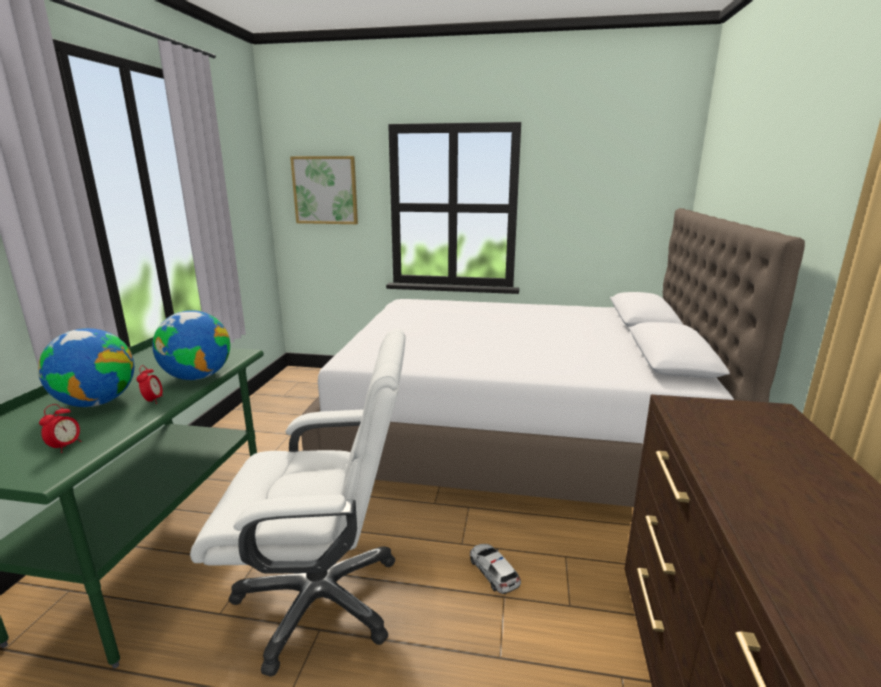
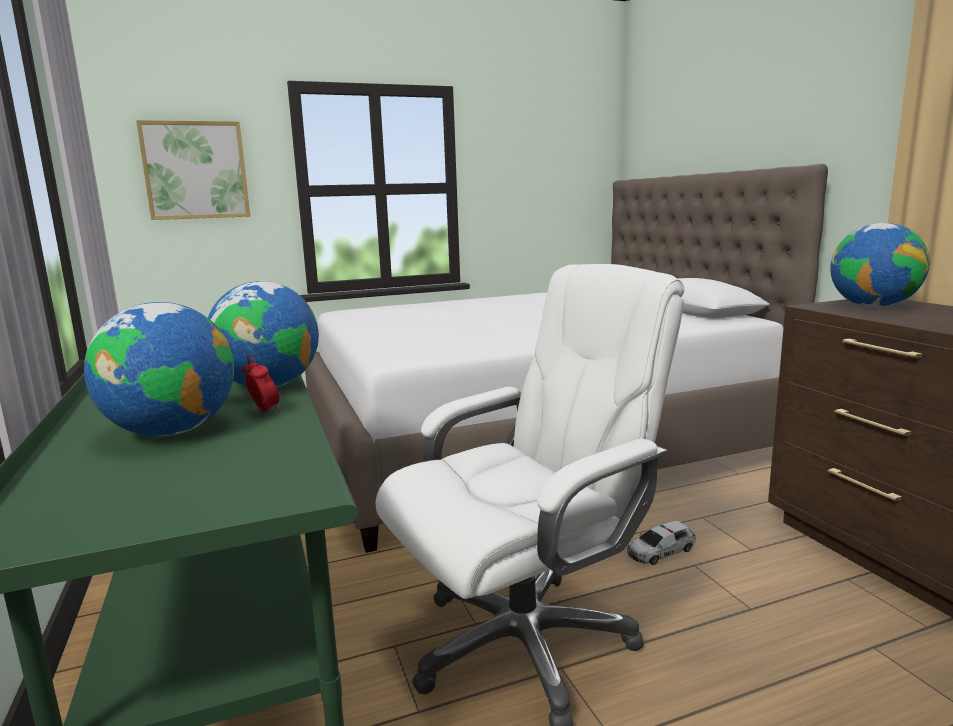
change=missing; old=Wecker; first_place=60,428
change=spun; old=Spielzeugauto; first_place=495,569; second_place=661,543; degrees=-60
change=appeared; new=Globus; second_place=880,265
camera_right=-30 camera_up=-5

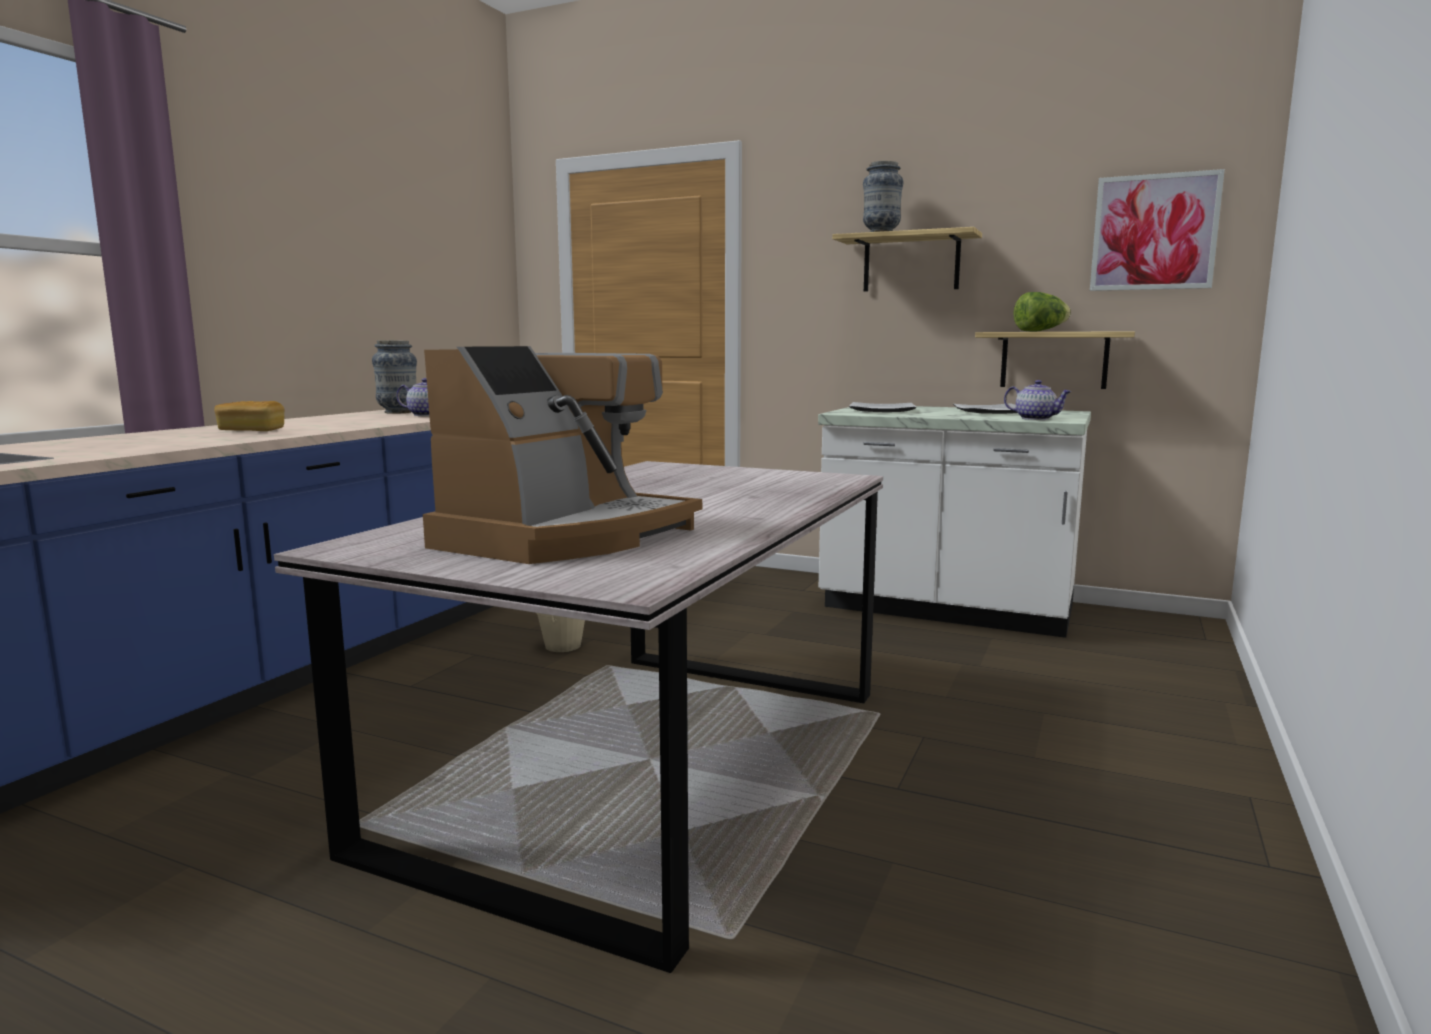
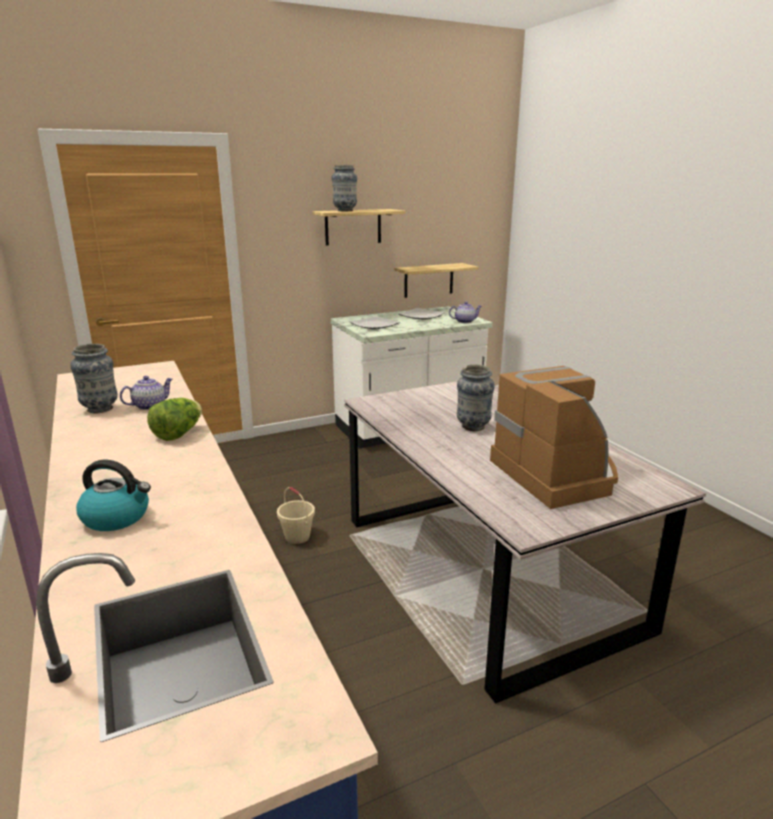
change=missing; old=Brot; first_place=249,416
change=relocated; old=Salatkopf; first_place=1042,312; second_place=174,419
change=missing; old=Bild; first_place=1157,230
change=appeared; new=Wasserkessel; second_place=113,495
change=appeared; new=Vase; second_place=476,398
camera_right=-50 camera_up=10

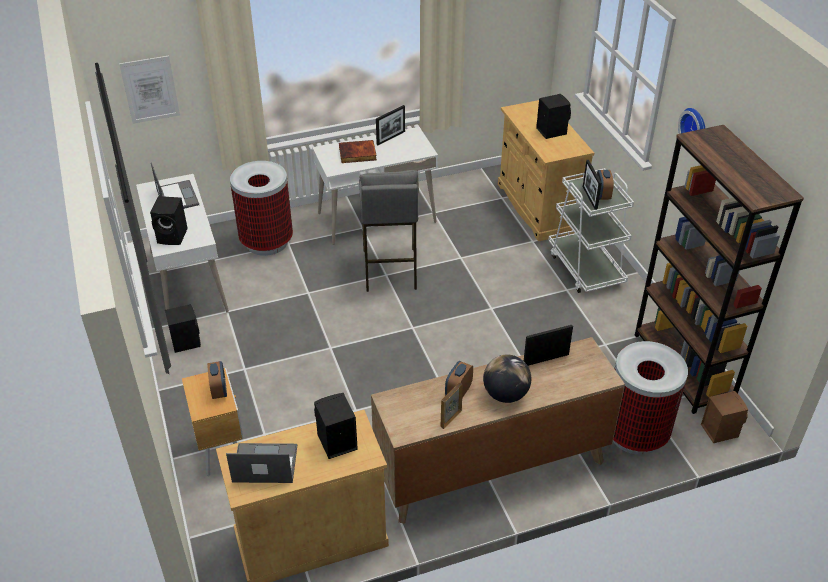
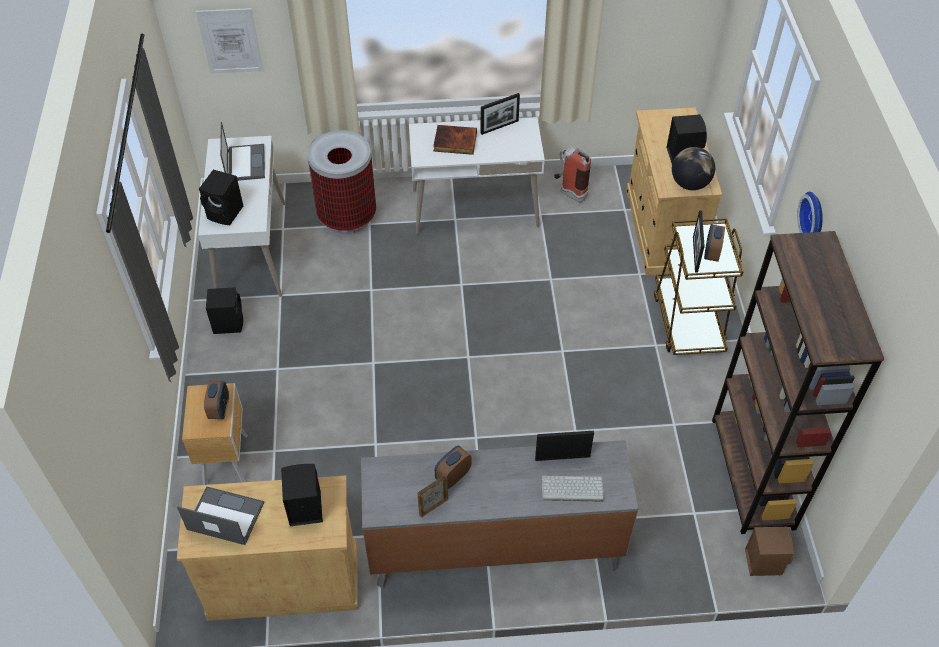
change=missing; old=Hocker/grau; first_place=388,231
change=colour; old=Kommode/braun; new=Kommode/grau; first_place=498,430; second_place=500,514
change=relocated; old=Globus; first_place=507,379; second_place=693,168
change=colour; old=Rollwagen/weiß; new=Rollwagen/braun; first_place=591,230; second_place=699,286
change=missing; old=Mülleimer; first_place=650,398
change=appeared; new=Tastatur; second_place=572,489
change=appeared; new=Feuerlöscher; second_place=572,175
camera_right=15 camera_up=10

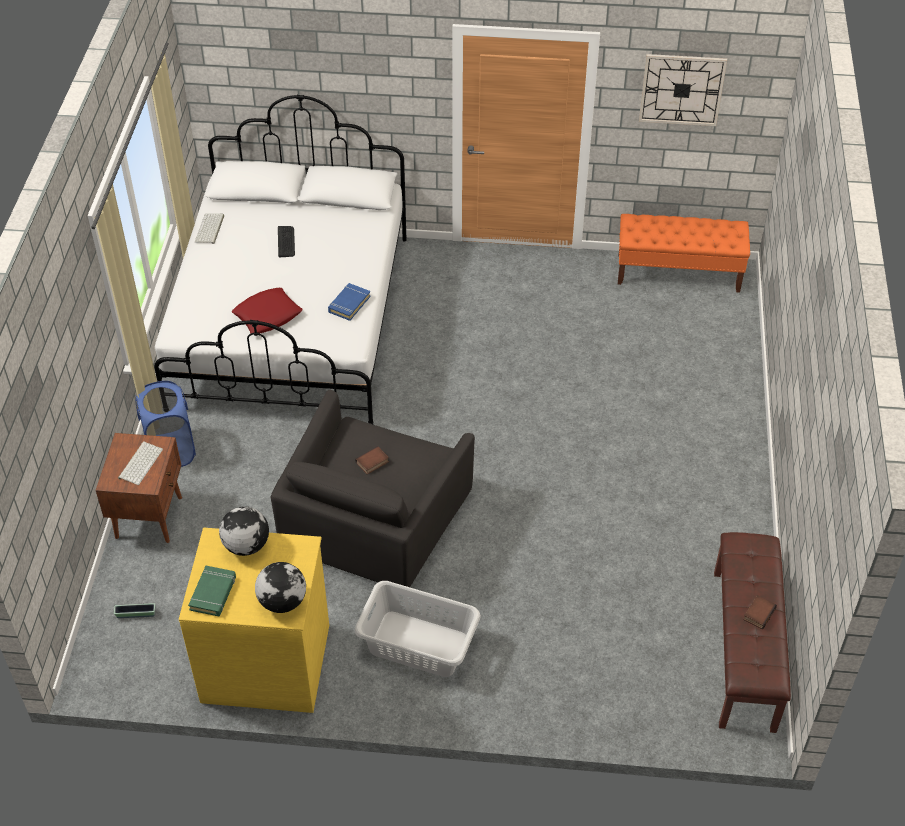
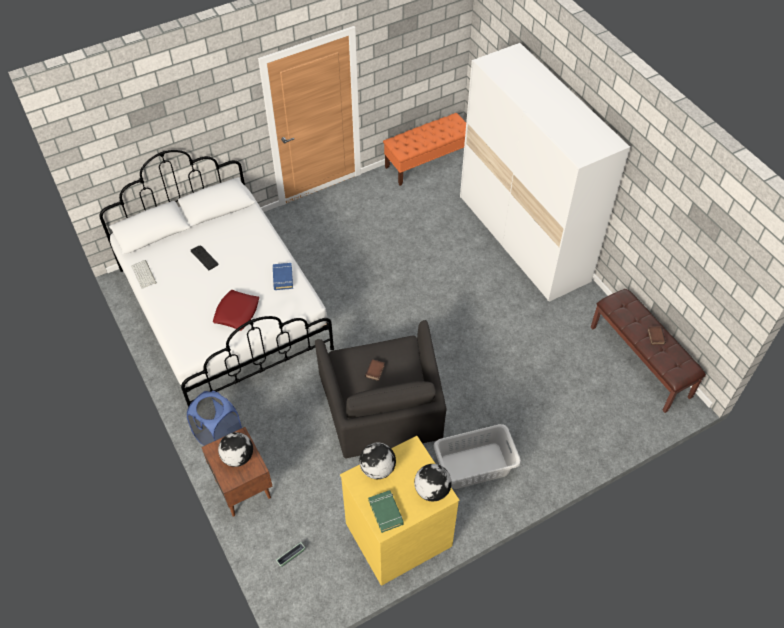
change=exchanged; old=Tastatur; new=Globus; first_place=140,463; second_place=235,449
change=missing; old=Wanduhr; first_place=683,90
change=appeared; new=Kleiderschrank/weiß; second_place=545,172
camera_right=-35 camera_up=5

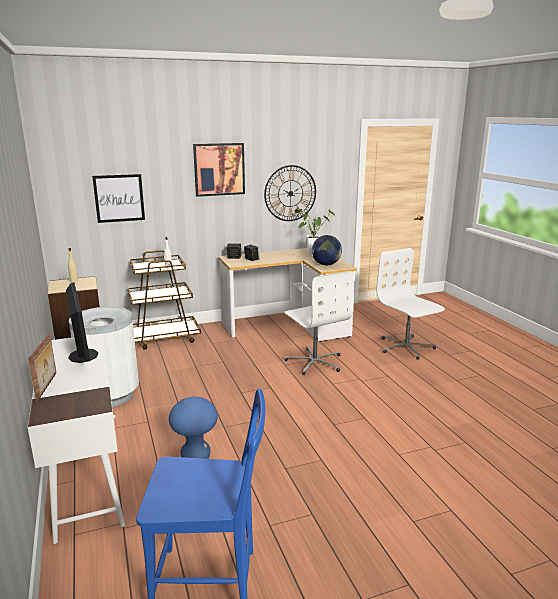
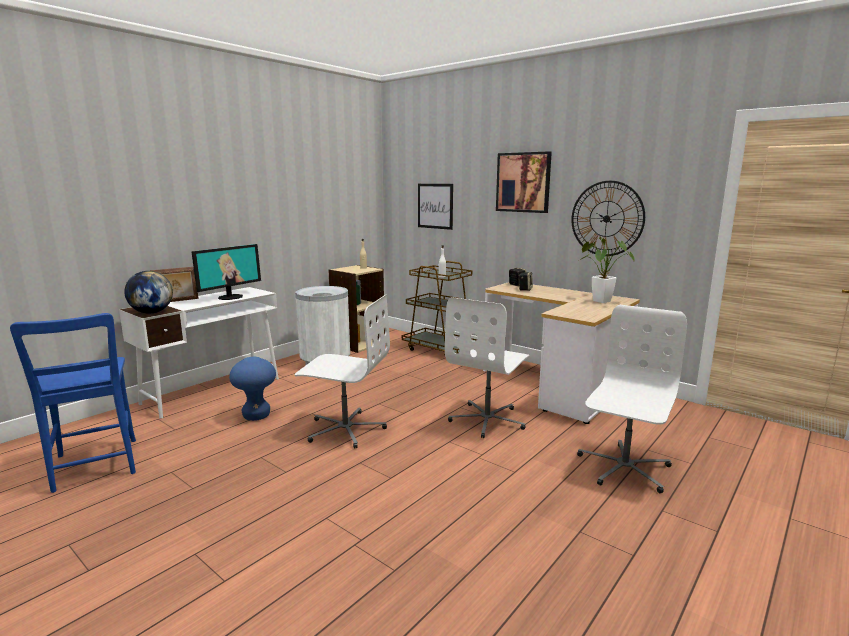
change=relocated; old=Globus; first_place=327,250; second_place=148,292
change=appeared; new=Bürostuhl/weiß; second_place=342,371
camera_right=60 camera_up=-5

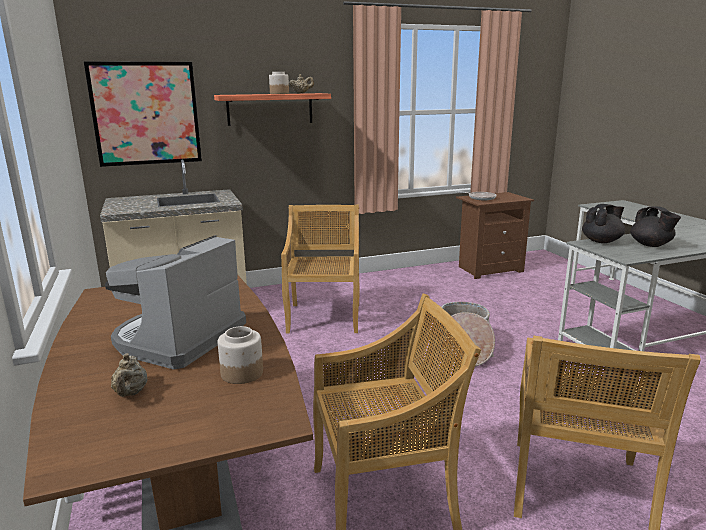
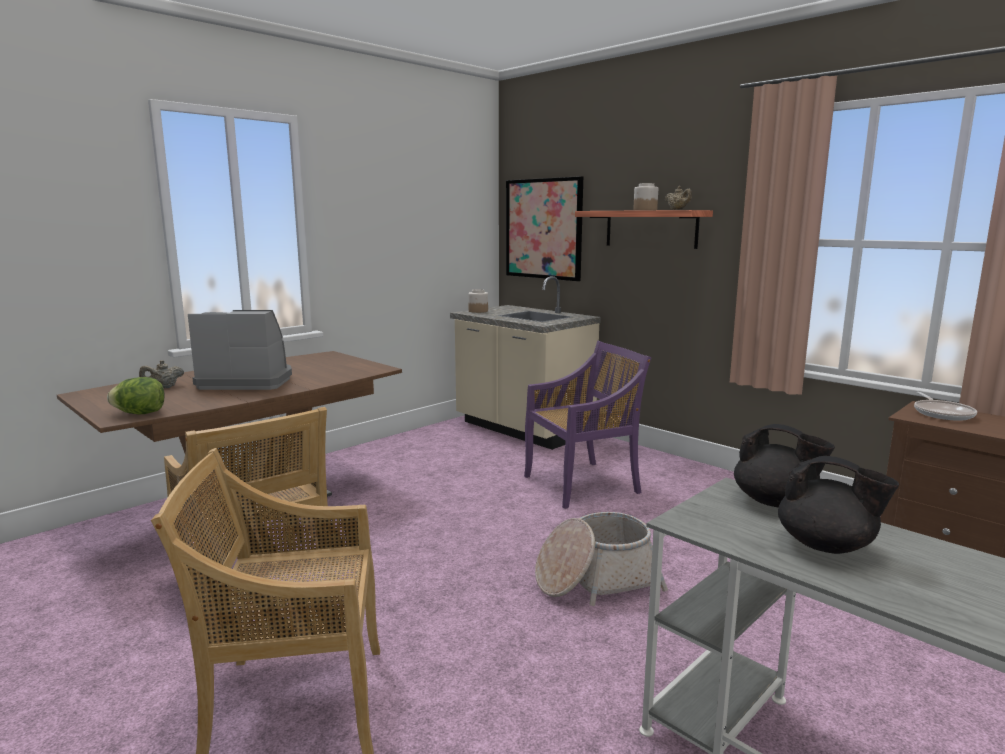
change=relocated; old=Vorratsglas; first_place=240,355; second_place=478,301
change=colour; old=Stuhl/beige; new=Stuhl/lila; first_place=320,269; second_place=587,425
change=spun; old=Teekanne/schwarz; first_place=655,226; second_place=838,505; degrees=-105
change=appeared; new=Salatkopf; second_place=136,396
camera_right=65 camera_up=-5

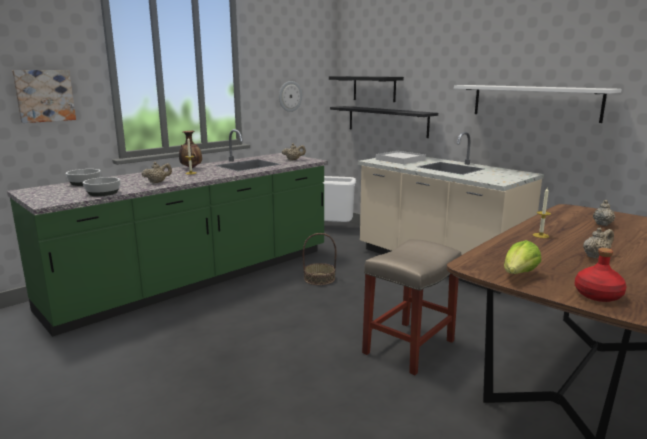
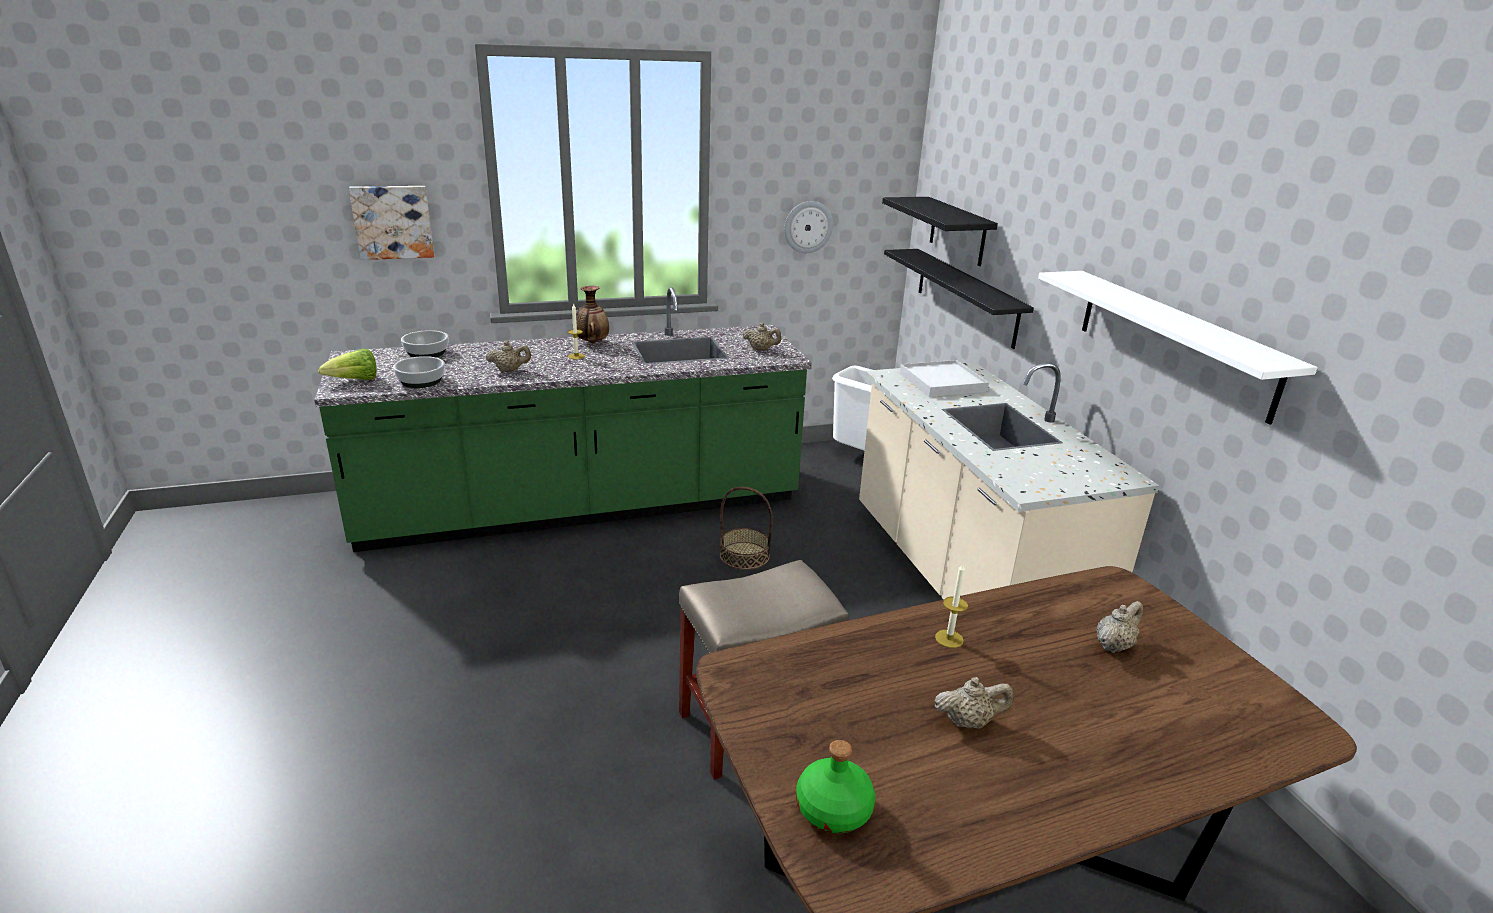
change=relocated; old=Salatkopf; first_place=522,257; second_place=347,364
change=colour; old=Flasche/rot; new=Flasche/grün; first_place=601,275; second_place=835,787
camera_right=25 camera_up=10

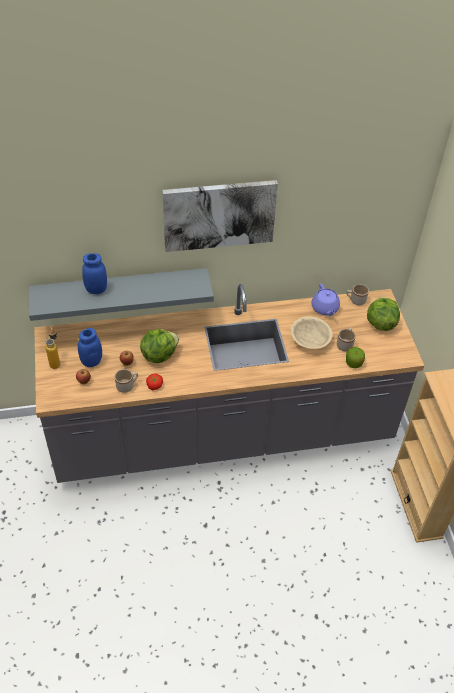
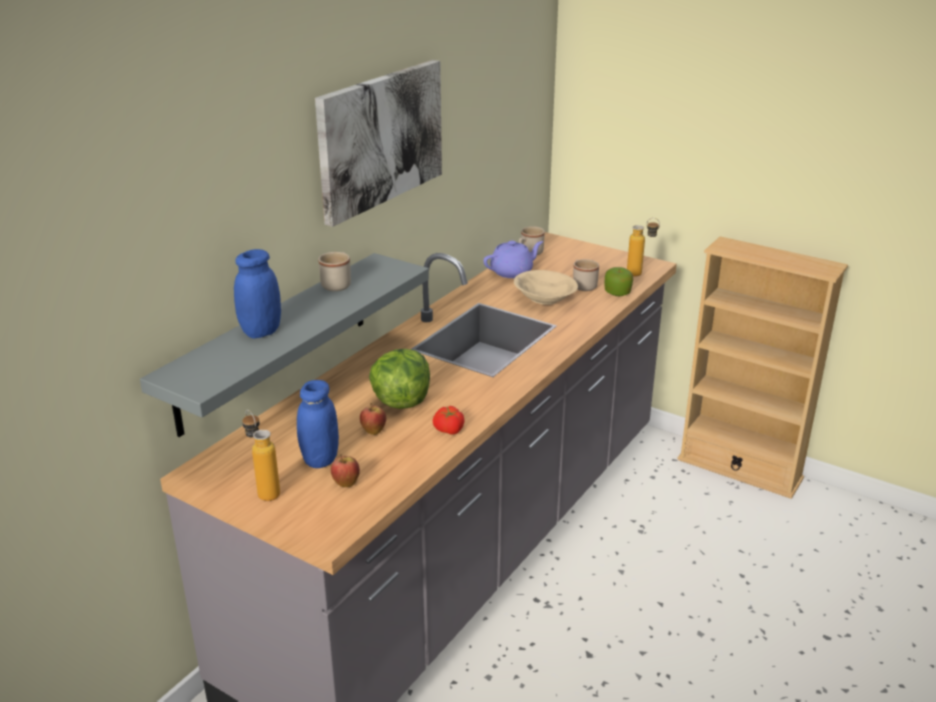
change=relocated; old=Henkelbecher/beige; first_place=126,381; second_place=334,271
change=spun; old=Teekanne/lila; first_place=326,300; second_place=513,259; degrees=-60
change=missing; old=Salatkopf; first_place=383,314
change=appeared; new=Flasche; second_place=643,247
camera_right=-45 camera_up=-20

